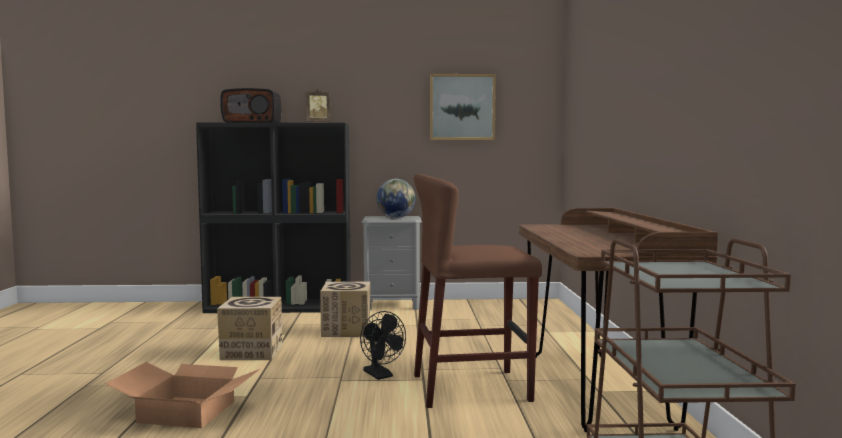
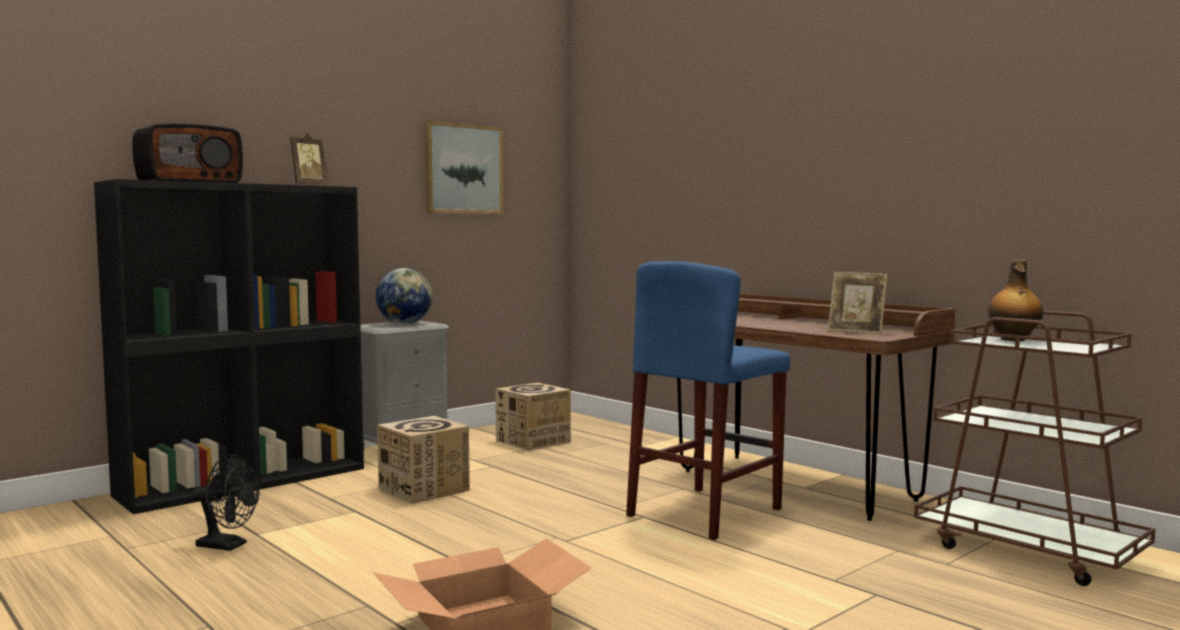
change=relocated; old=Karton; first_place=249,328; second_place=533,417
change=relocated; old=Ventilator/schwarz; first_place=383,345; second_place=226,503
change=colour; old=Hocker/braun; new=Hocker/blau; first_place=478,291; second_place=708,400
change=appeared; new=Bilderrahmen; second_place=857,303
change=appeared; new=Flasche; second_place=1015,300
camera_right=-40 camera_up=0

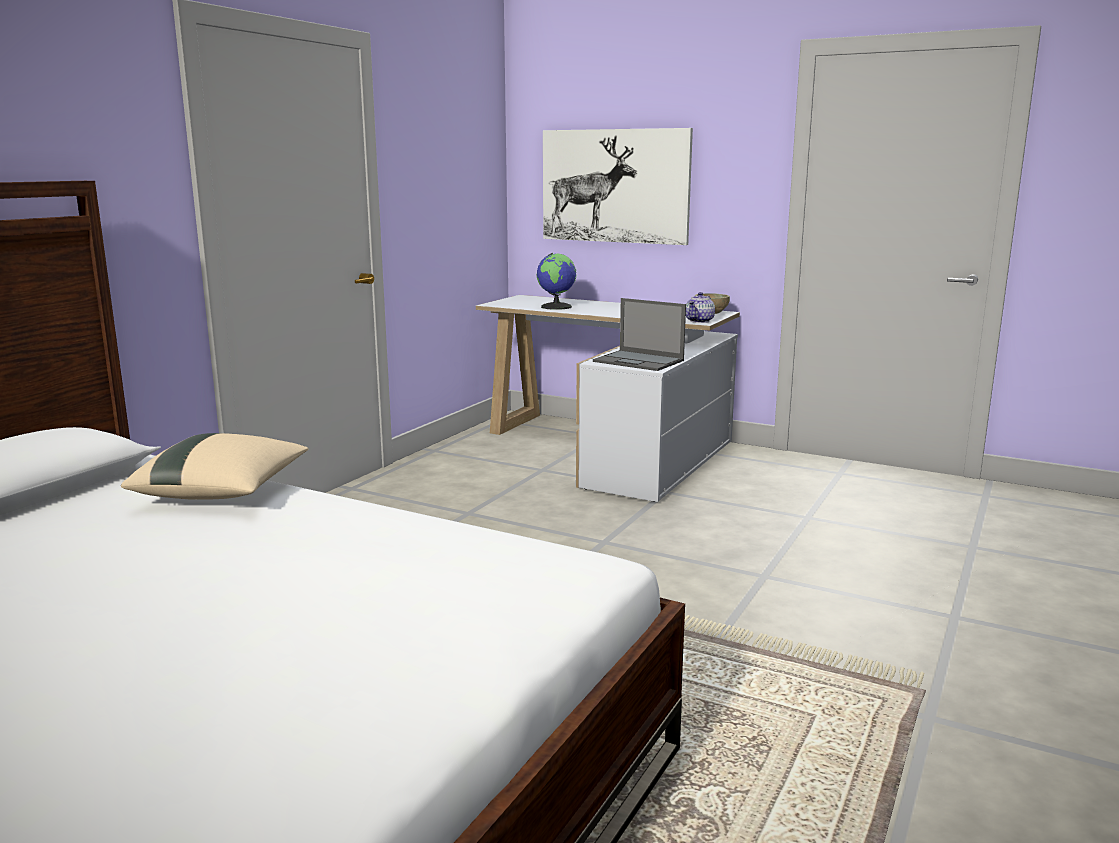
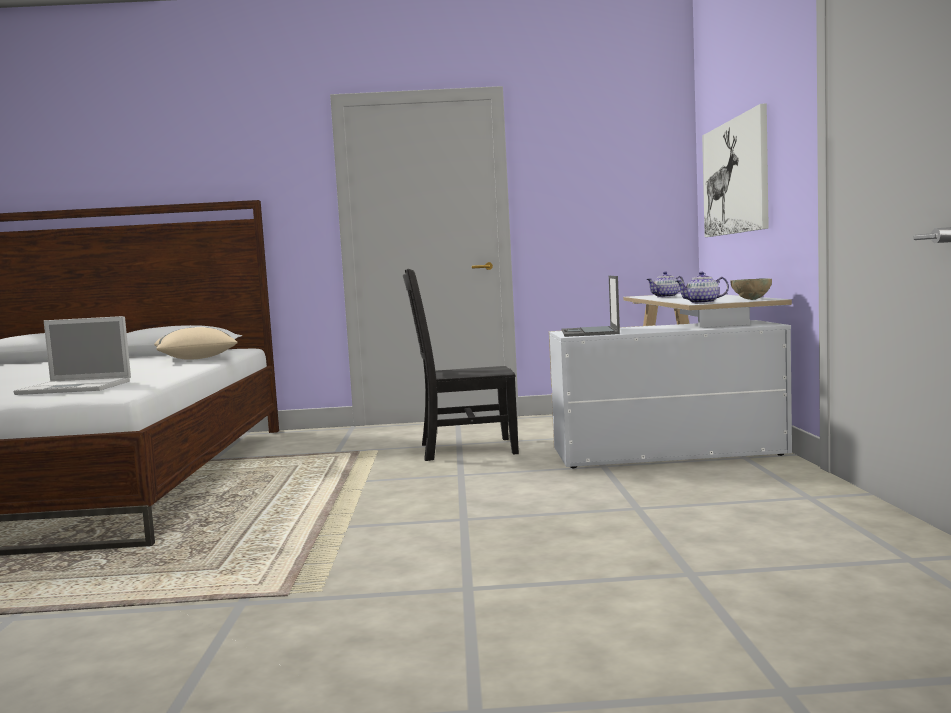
change=exchanged; old=Globus; new=Teekanne; first_place=556,281; second_place=665,285
change=appeared; new=Laptop; second_place=72,355
change=appeared; new=Stuhl/schwarz; second_place=461,365
camera_right=60 camera_up=-10

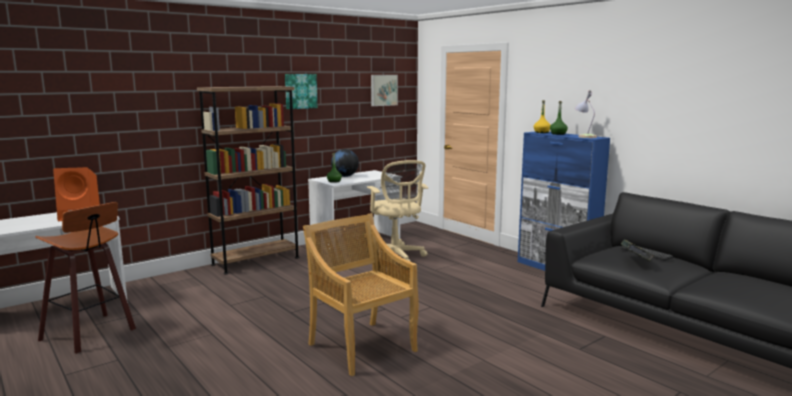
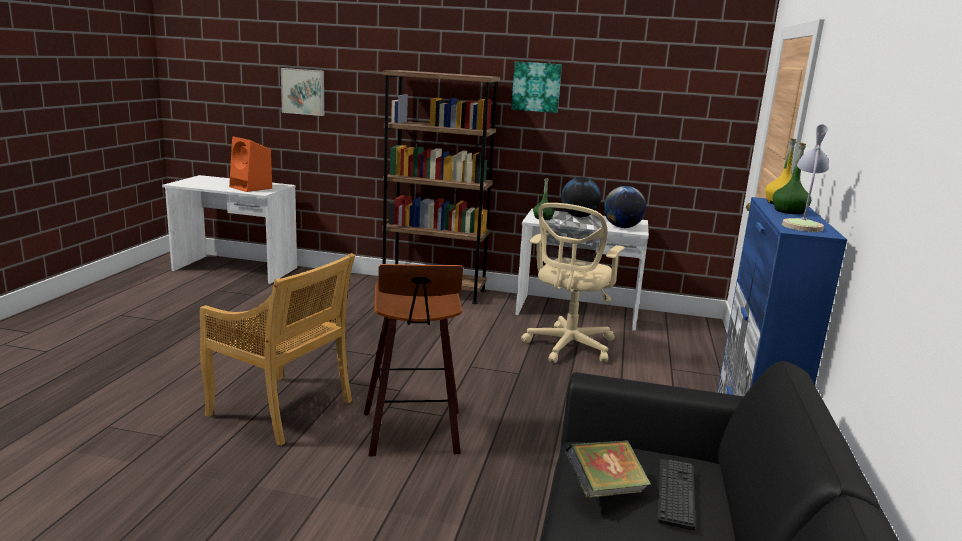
change=relocated; old=Hocker; first_place=85,278; second_place=413,360
change=spun; old=Stuhl/beige; first_place=361,294; second_place=277,349; degrees=105
change=relocated; old=Bild; first_place=384,90; second_place=302,92
change=appeared; new=Globus; second_place=625,207
camera_right=50 camera_up=5

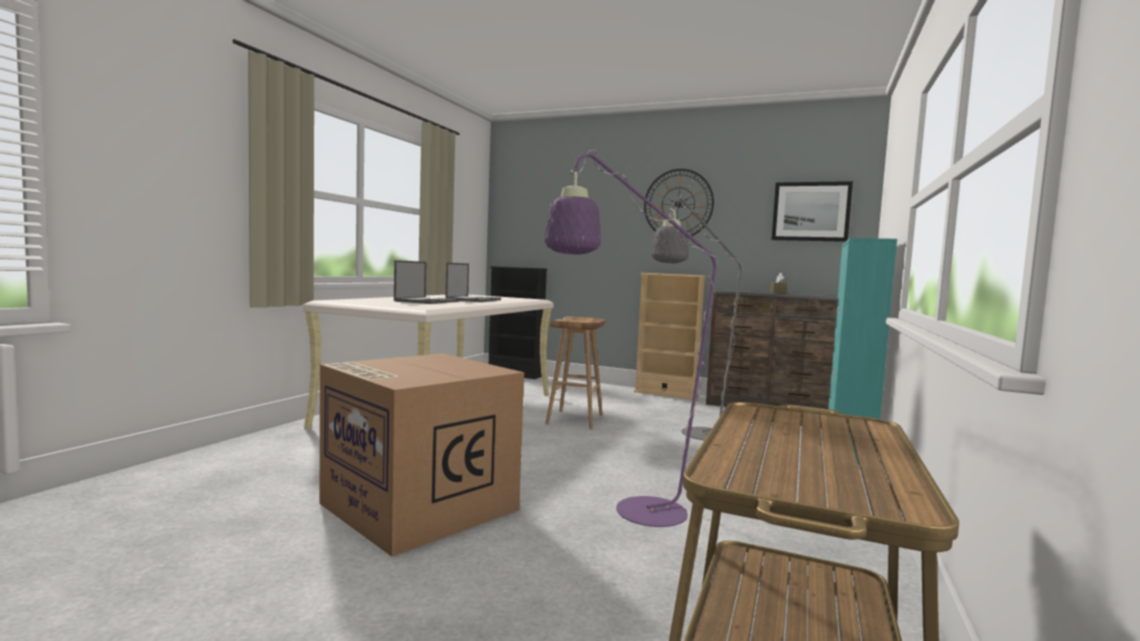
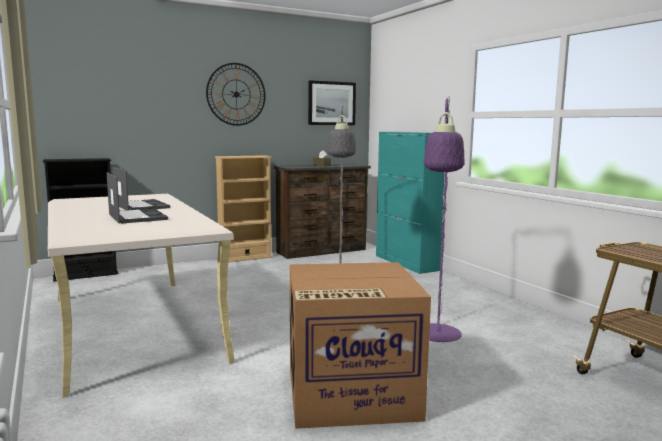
change=missing; old=Hocker/braun; first_place=575,372
camera_right=-50 camera_up=5

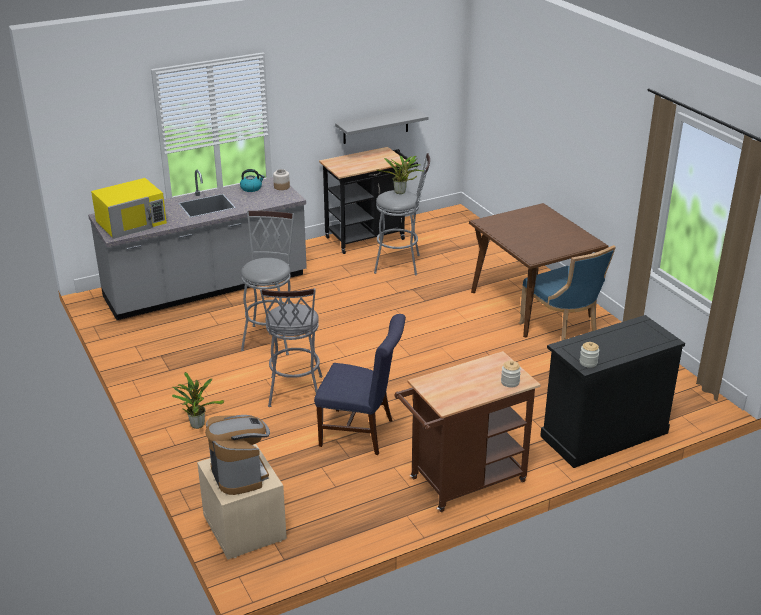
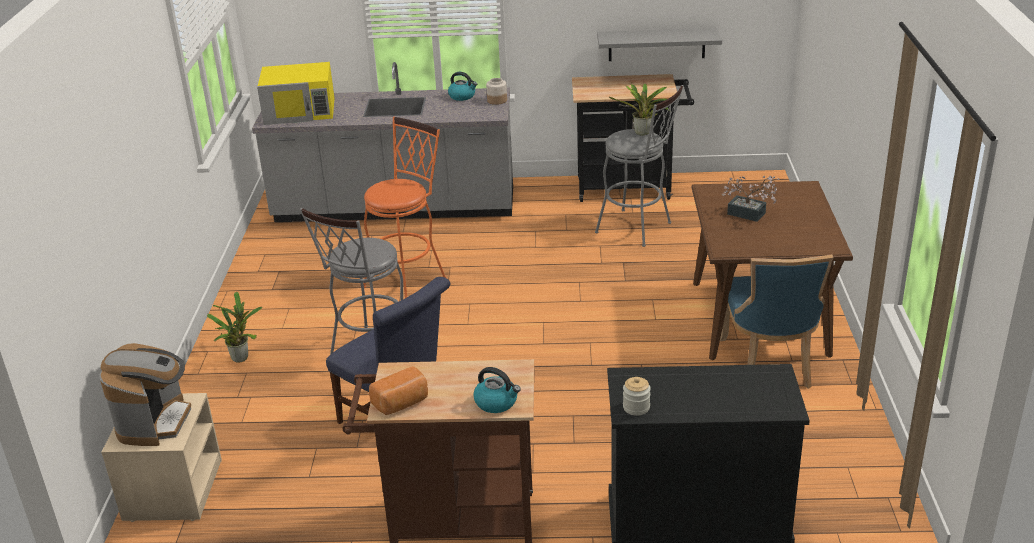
change=colour; old=Hocker/grau; new=Hocker/orange; first_place=267,283; second_place=405,207
change=exchanged; old=Vorratsglas; new=Wasserkessel; first_place=511,374; second_place=497,390
change=appeared; new=Brot; second_place=398,390
change=appeared; new=Topfpflanze; second_place=751,199
camera_right=30 camera_up=0

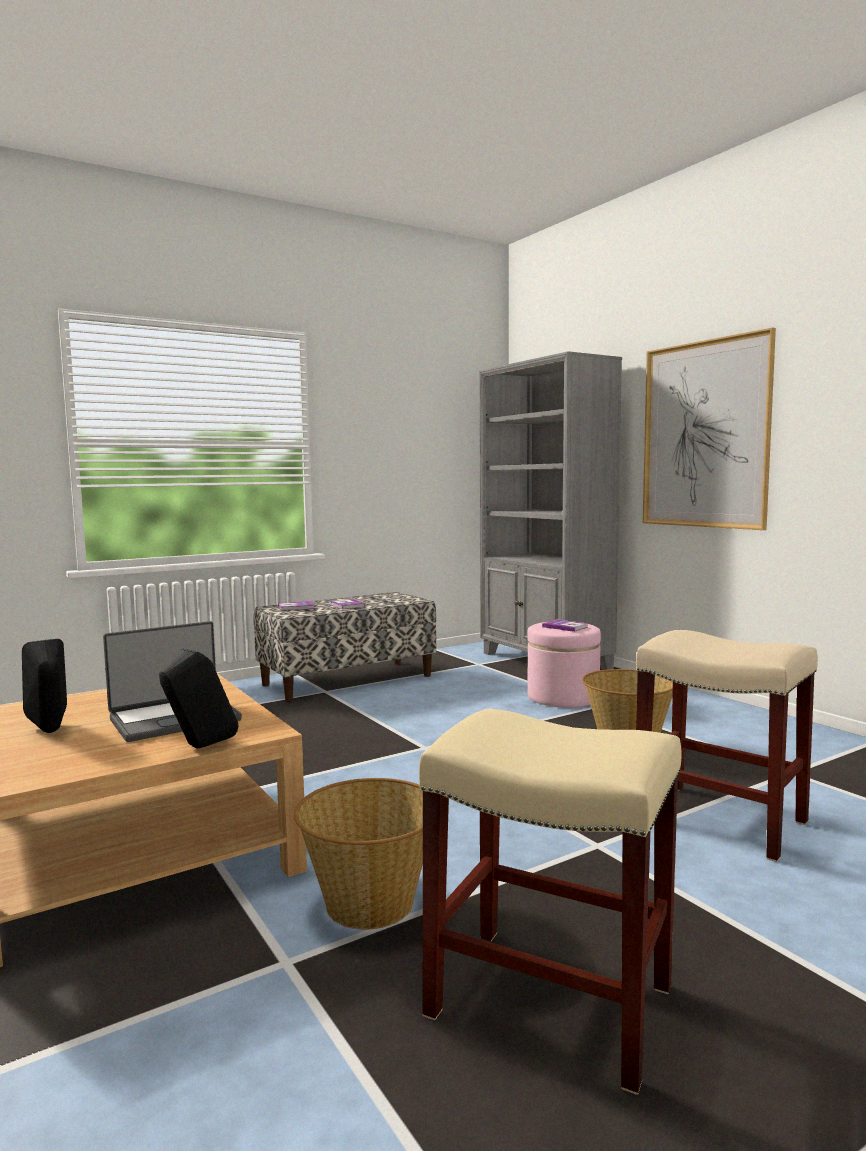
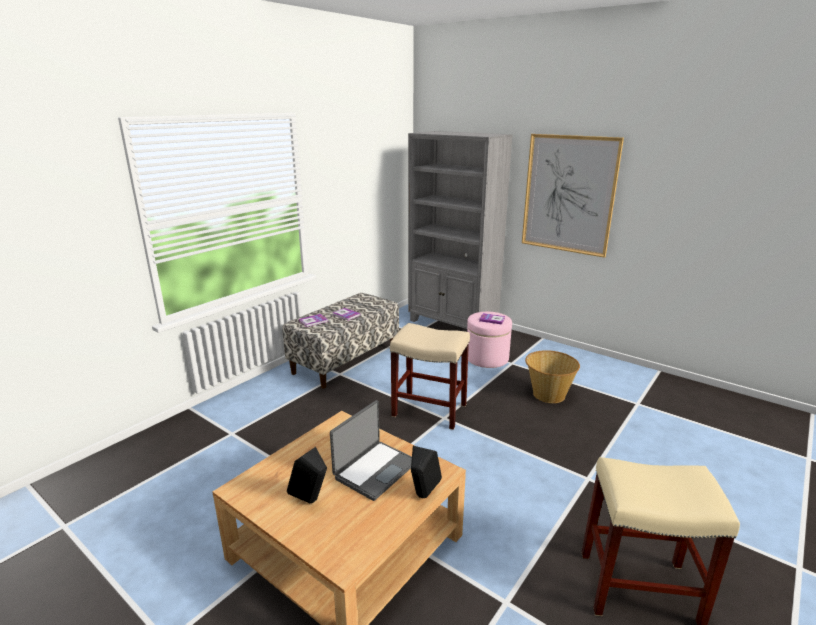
change=missing; old=Korb; first_place=358,854
change=relocated; old=Hocker/beige; first_place=727,746; second_place=430,376
camera_right=-20 camera_up=15

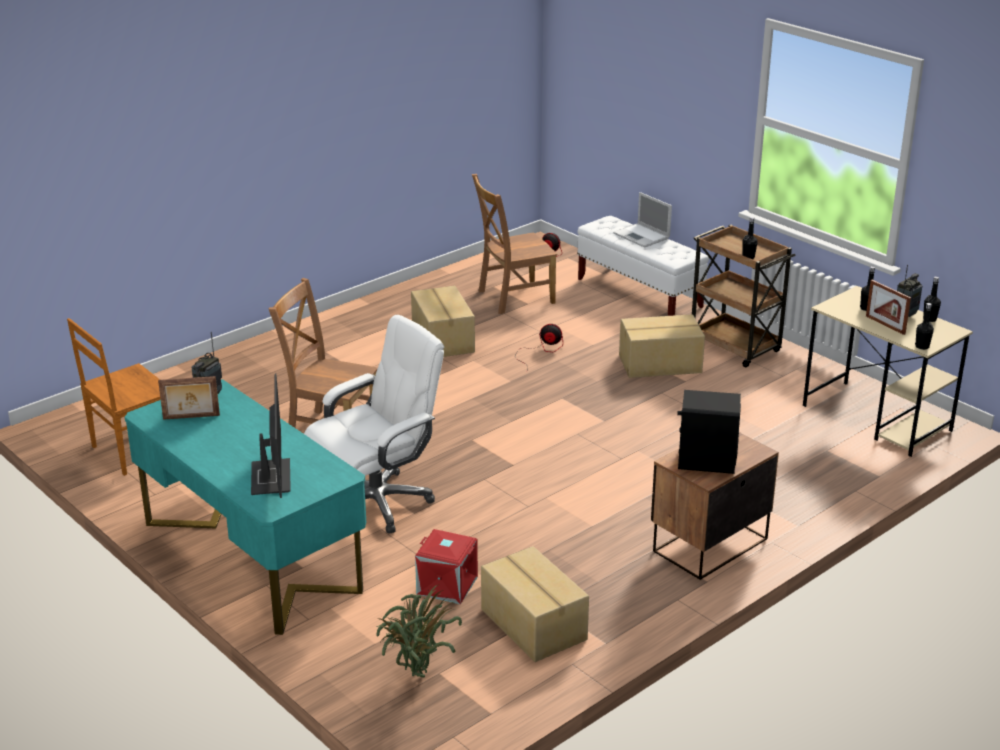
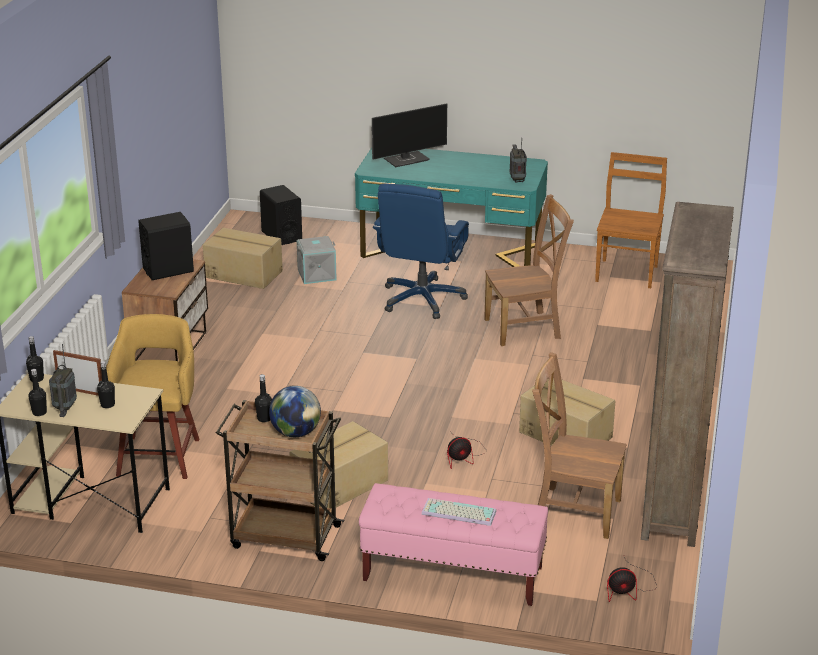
change=missing; old=Bilderrahmen; first_place=189,398
change=spun; old=Monitor; first_place=271,436; second_place=409,135; degrees=-75
change=colour; old=Bürostuhl/weiß; new=Bürostuhl/blau; first_place=374,424; second_place=421,251
change=exchanged; old=Topfpflanze; new=Lautsprecher/schwarz; first_place=419,631; second_place=281,215
change=colour; old=Aufbewahrungsbox/rot; new=Aufbewahrungsbox/grau; first_place=446,566; second_place=317,260
change=spun; old=Stuhl/braun; first_place=514,244; second_place=579,445; degrees=-105
change=colour; old=Bank/weiß; new=Bank/rosa; first_place=643,266; second_place=453,544
change=exchanged; old=Laptop; new=Tastatur; first_place=642,220; second_place=458,512
change=appeared; new=Hocker/gelb; second_place=152,396
change=appeared; new=Globus; second_place=295,411
change=appeared; new=Bücherregal/braun; second_place=687,374
camera_right=145 camera_up=0

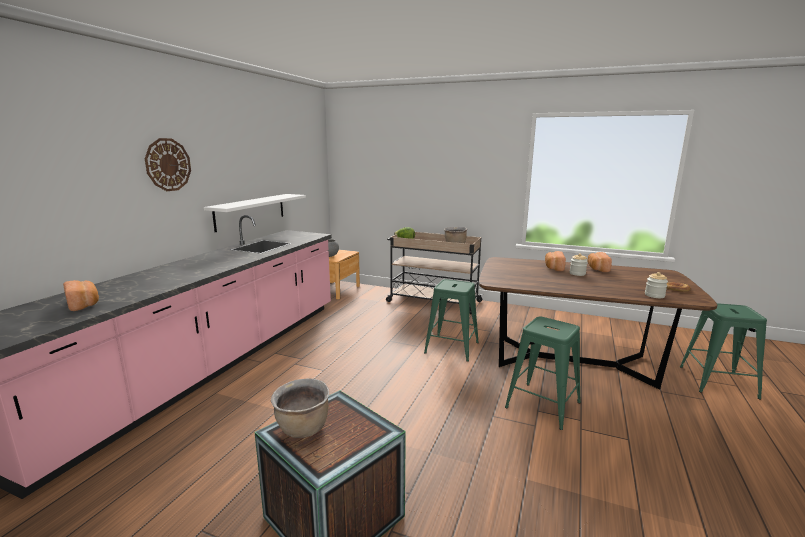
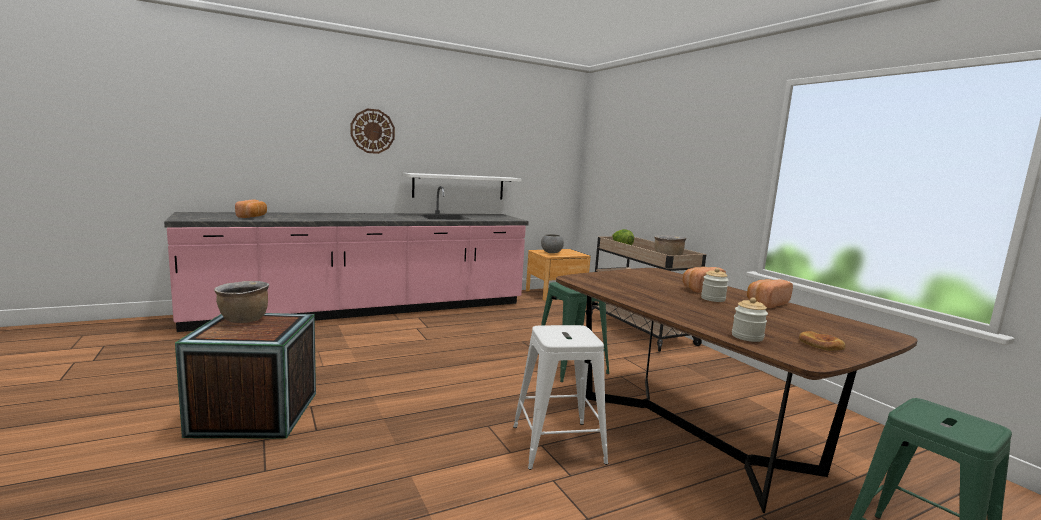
change=colour; old=Hocker/grün; new=Hocker/weiß; first_place=543,373; second_place=560,397
camera_right=40 camera_up=-5

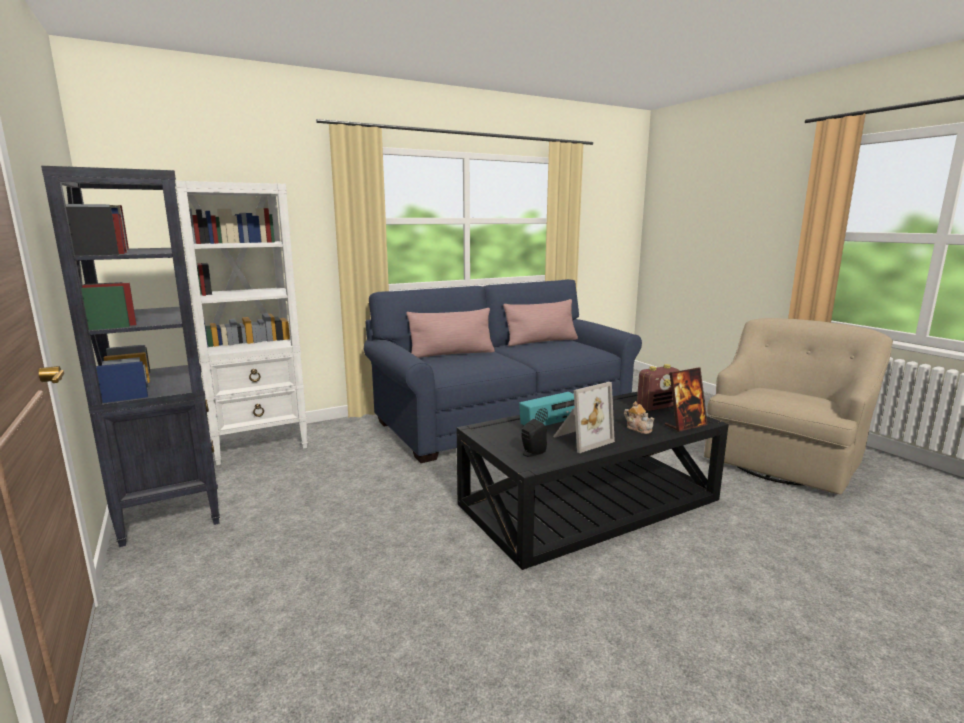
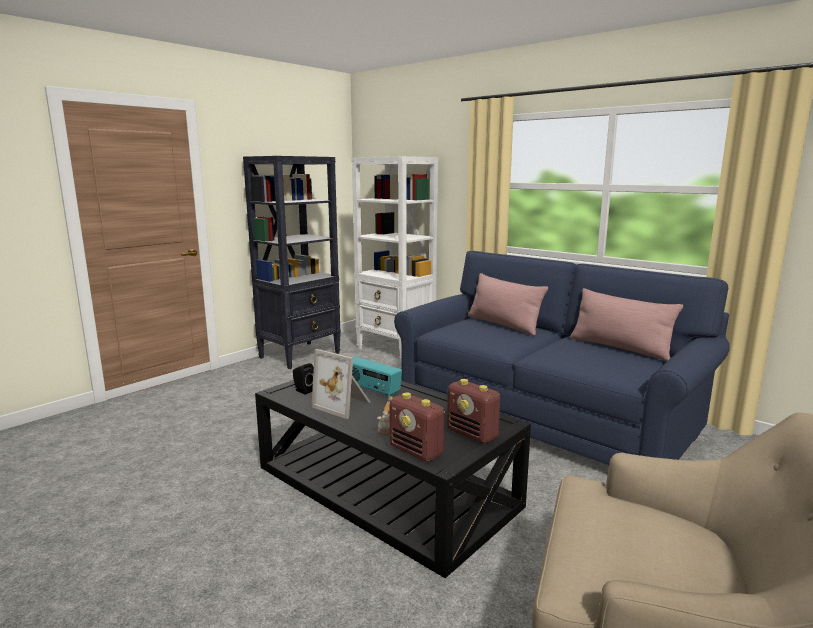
change=exchanged; old=Bilderrahmen; new=Radio; first_place=686,400; second_place=417,427
camera_right=70 camera_up=0

